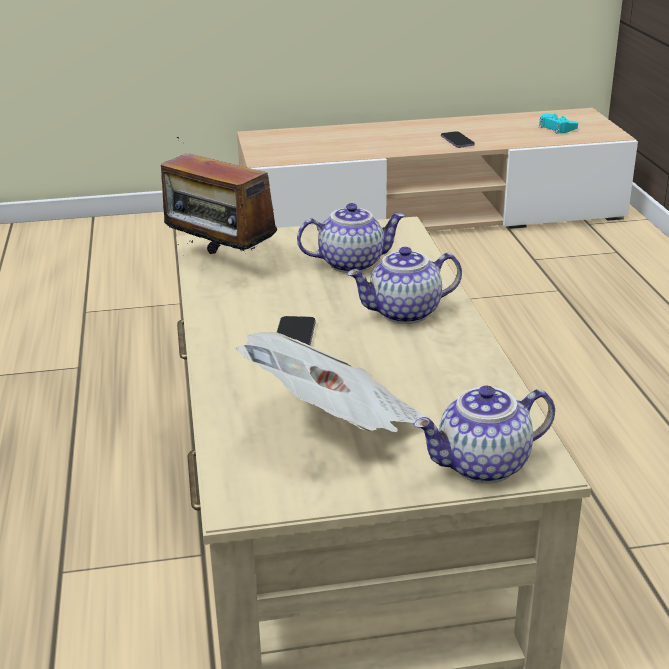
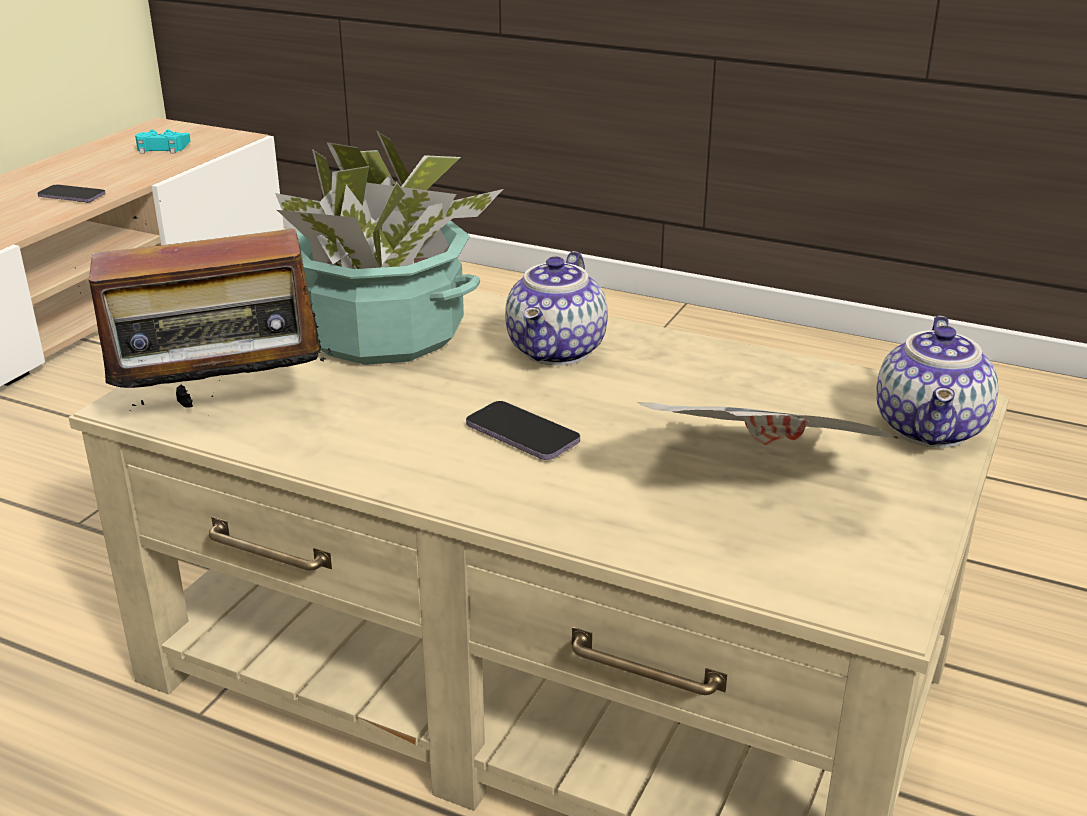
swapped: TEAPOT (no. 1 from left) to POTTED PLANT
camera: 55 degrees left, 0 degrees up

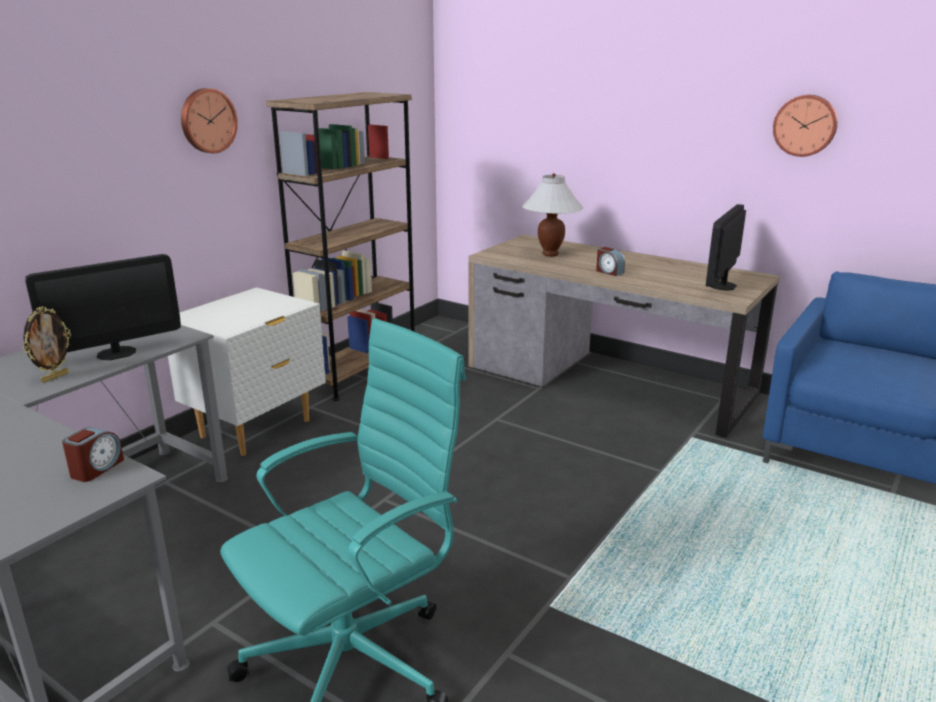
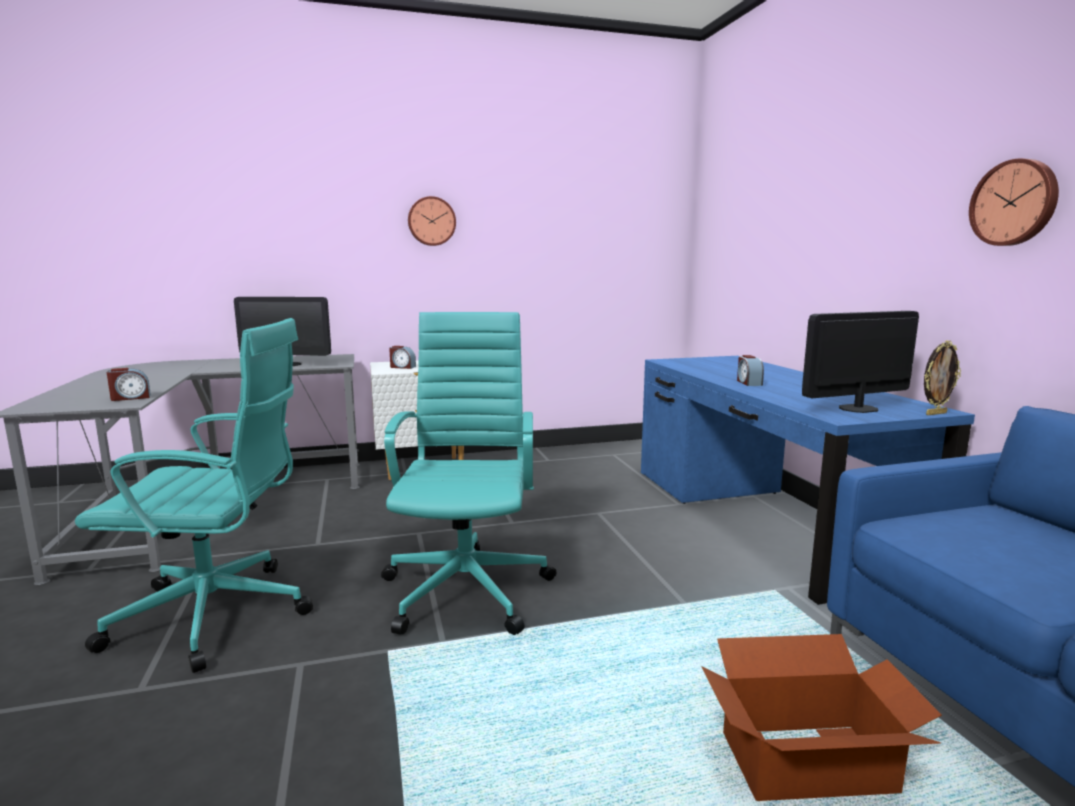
gone: BROWN BOOKCASE; WHITE TABLE LAMP
new: TURQUOISE OFFICE CHAIR (no. 2 from left); ALARM CLOCK (no. 2 from left); CARDBOARD BOX
shifted: PICTURE FRAME
repainted: BROWN DESK to BLUE DESK
camera: 40 degrees right, 10 degrees down

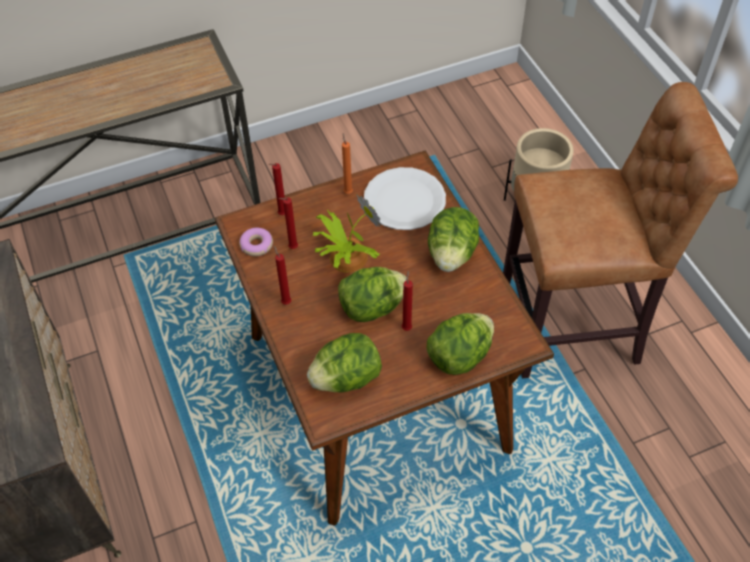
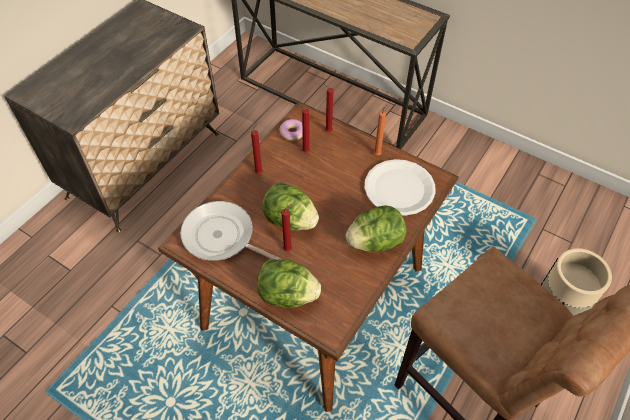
gone: POTTED PLANT
swapped: LETTUCE (no. 1 from left) to FRYING PAN
camera: 55 degrees right, 0 degrees up

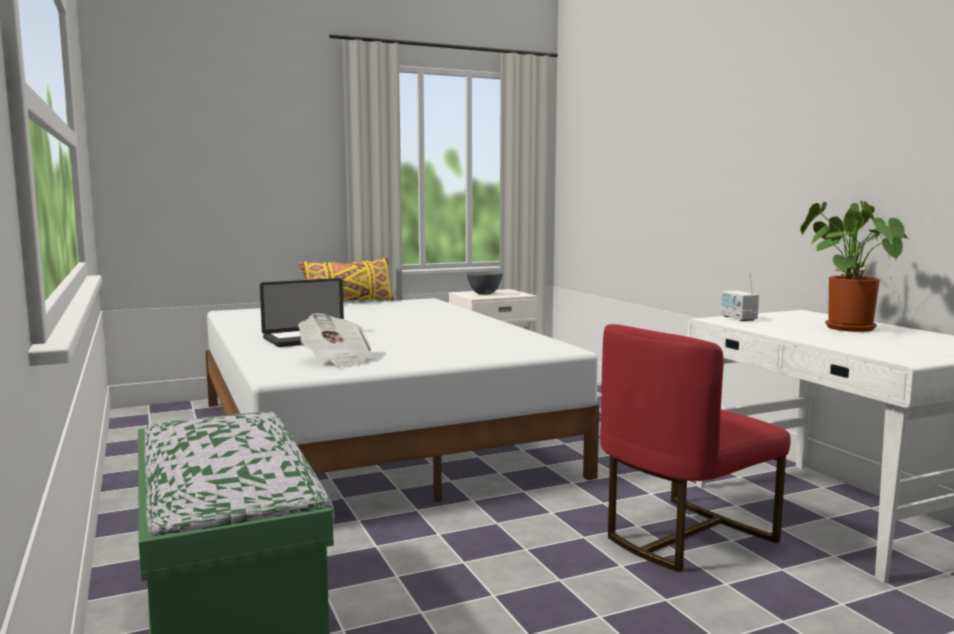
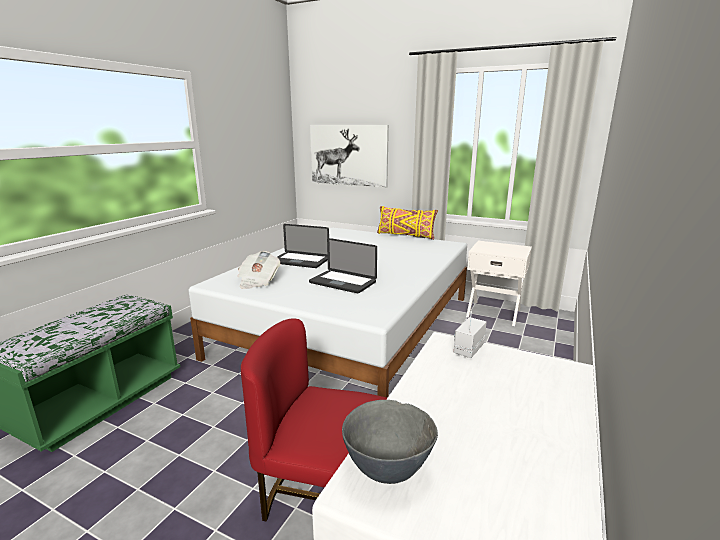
gone: POTTED PLANT
new: PICTURE; LAPTOP (no. 2 from left)
shifted: GREY BOWL
camera: 50 degrees right, 10 degrees up

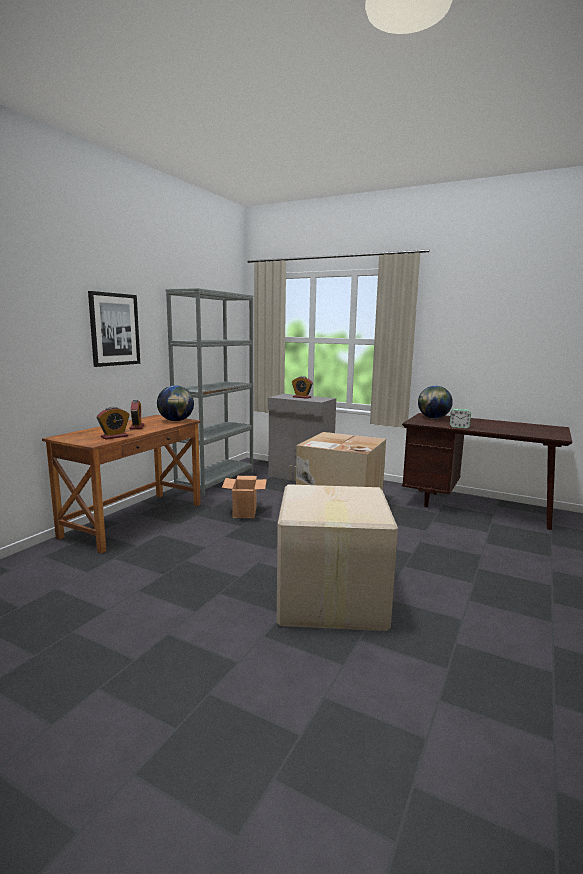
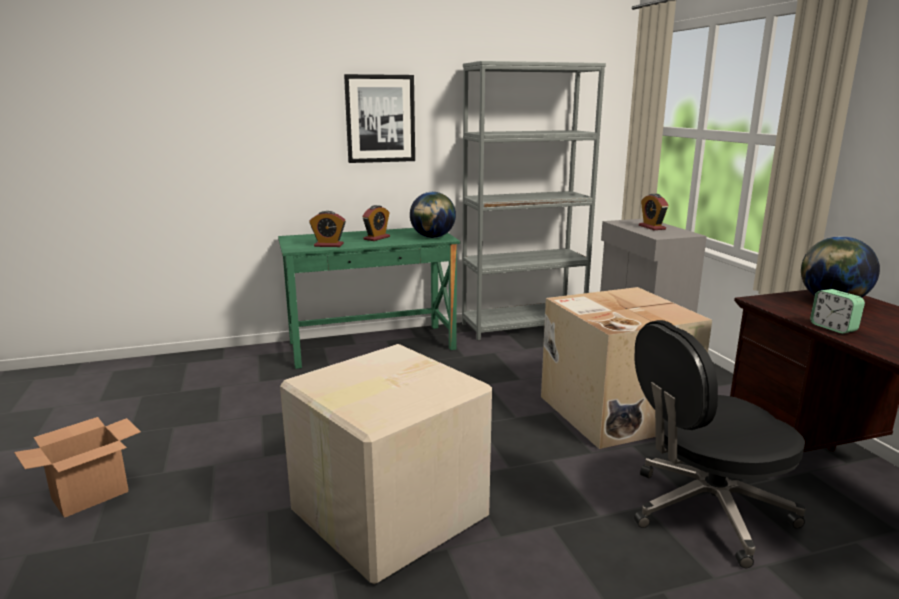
new: BLACK OFFICE CHAIR
shifted: CARDBOARD BOX (no. 1 from left)
repainted: BROWN DESK (no. 1 from left) to GREEN DESK
camera: 45 degrees right, 5 degrees up

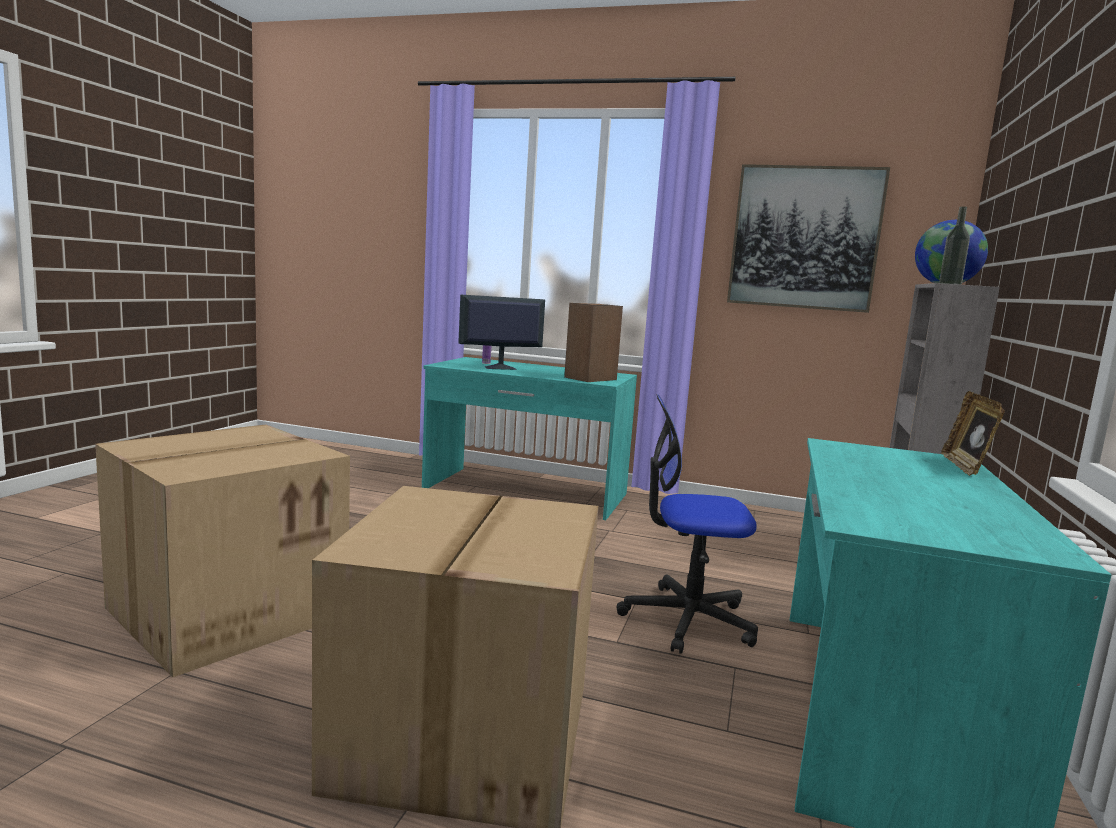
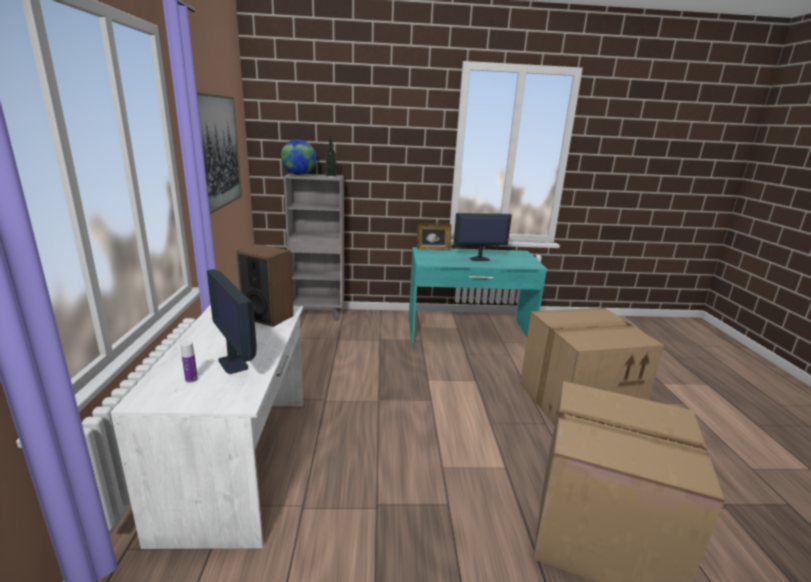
gone: OFFICE CHAIR
new: MONITOR (no. 2 from left)
repainted: TURQUOISE DESK (no. 1 from left) to WHITE DESK
camera: 110 degrees left, 10 degrees up

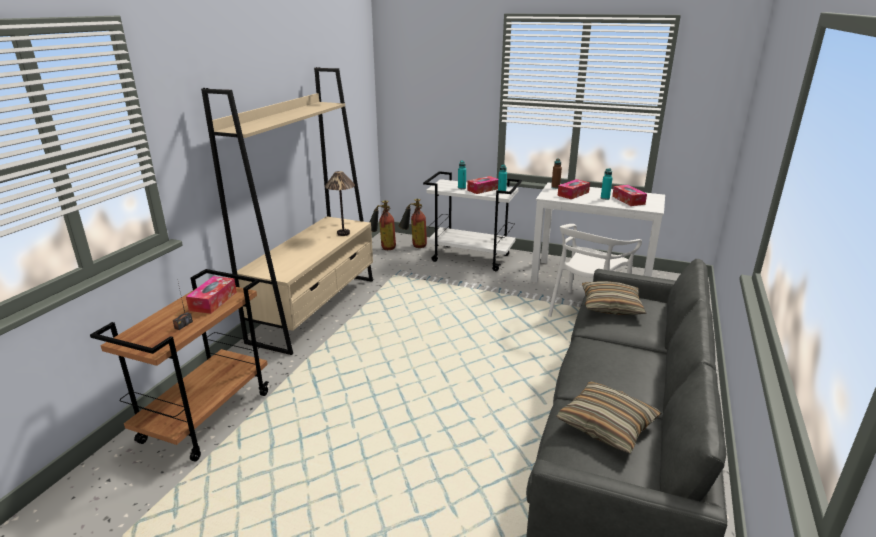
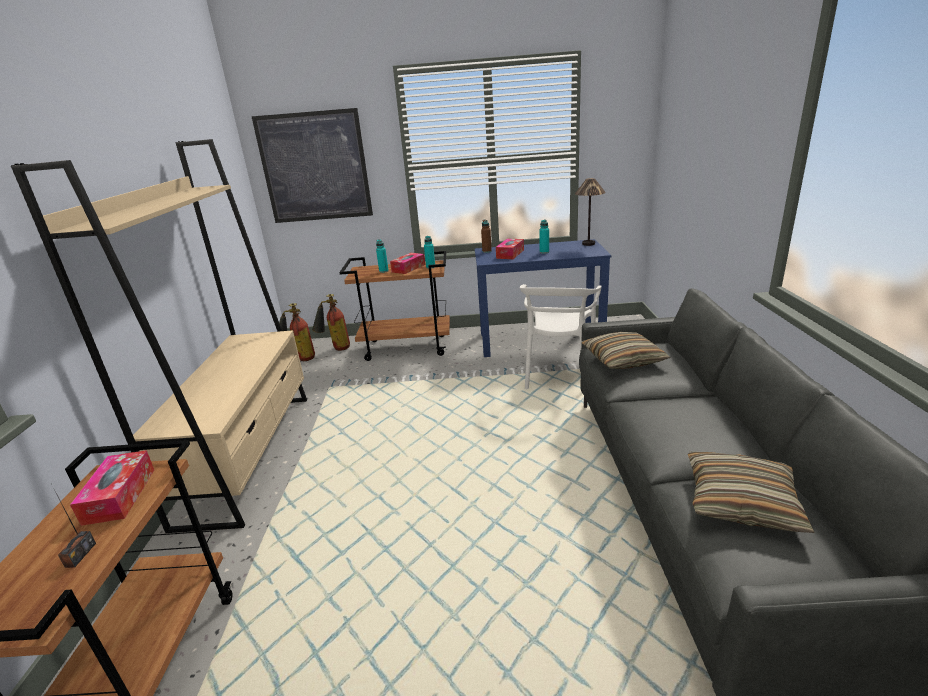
gone: TISSUE BOX (no. 4 from left)
new: PICTURE
shifted: TABLE LAMP
repainted: WHITE CART to BROWN CART (no. 2 from left); WHITE DESK to BLUE DESK
camera: 20 degrees left, 0 degrees up

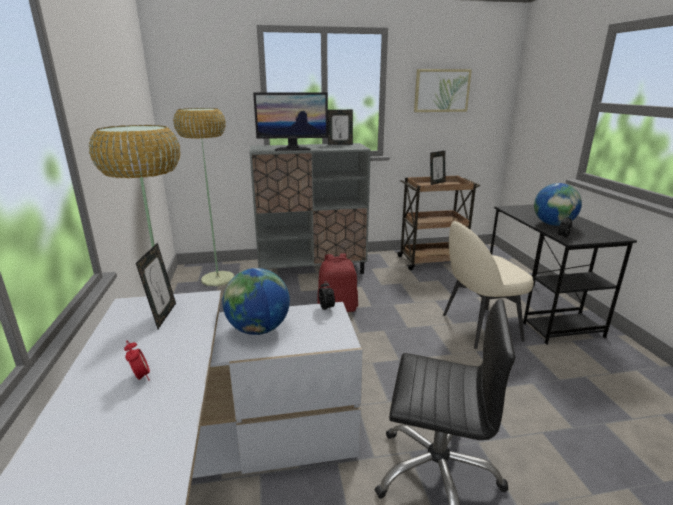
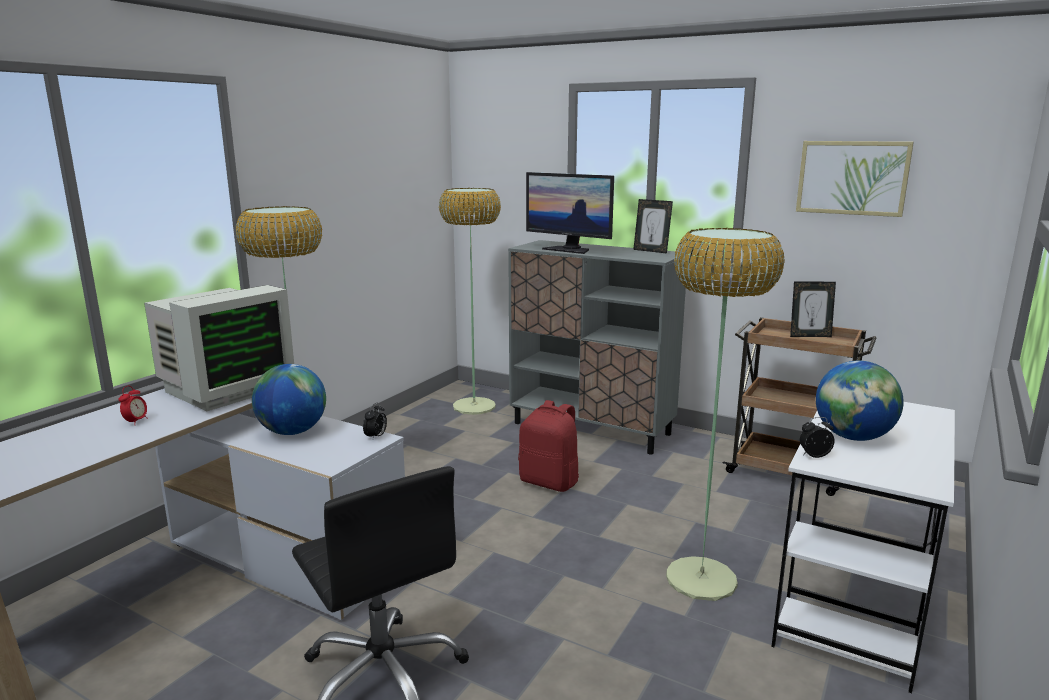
swapped: BEIGE CHAIR to FLOOR LAMP (no. 3 from left); PICTURE FRAME (no. 1 from left) to MONITOR (no. 1 from left)
repainted: BLACK DESK to WHITE DESK (no. 2 from left)
camera: 40 degrees right, 5 degrees down

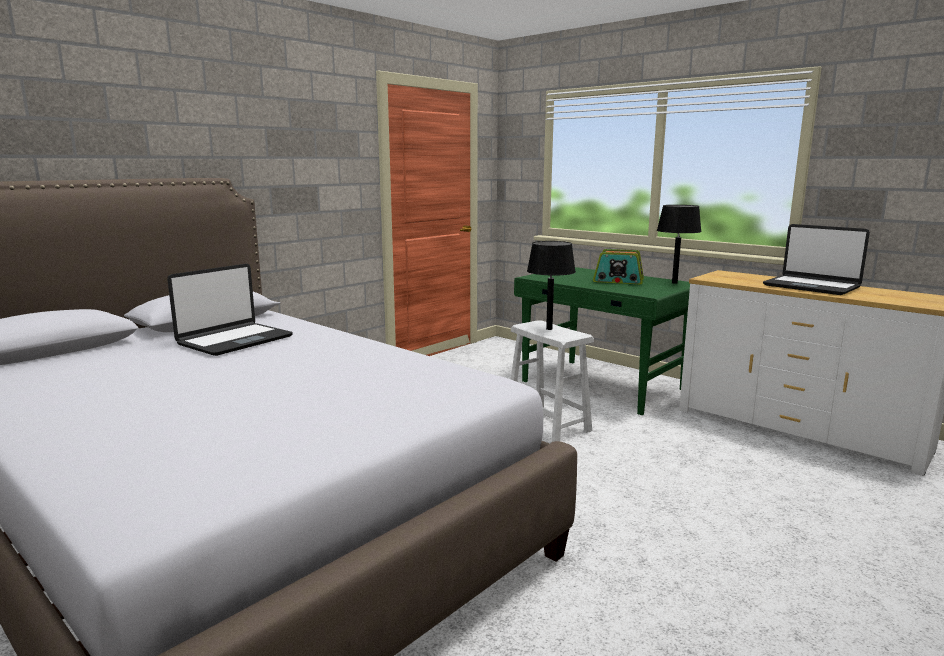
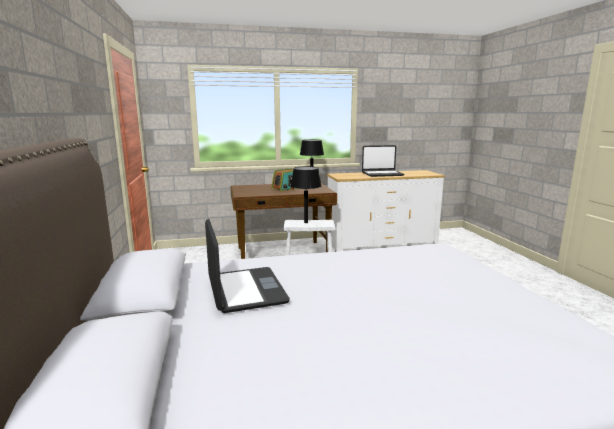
repainted: GREEN DESK to BROWN DESK
camera: 55 degrees left, 0 degrees up

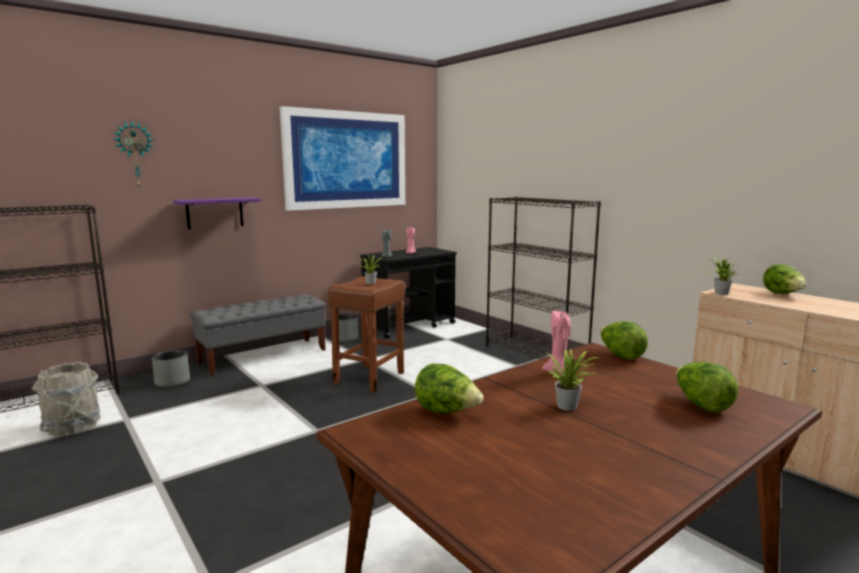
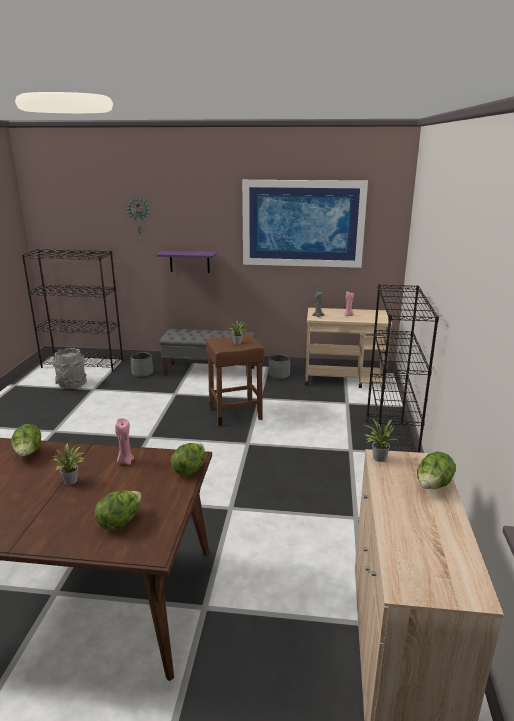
repainted: BLACK CART to BEIGE CART
camera: 45 degrees right, 10 degrees up

